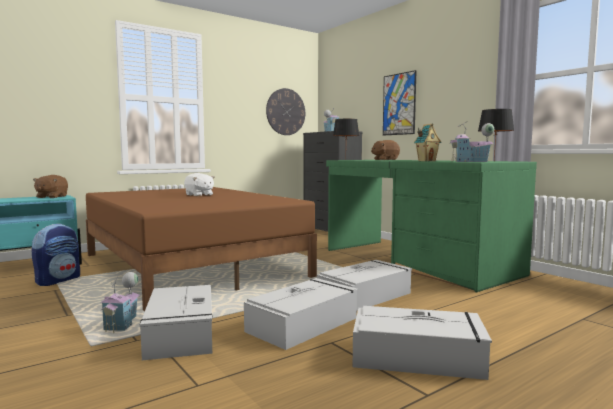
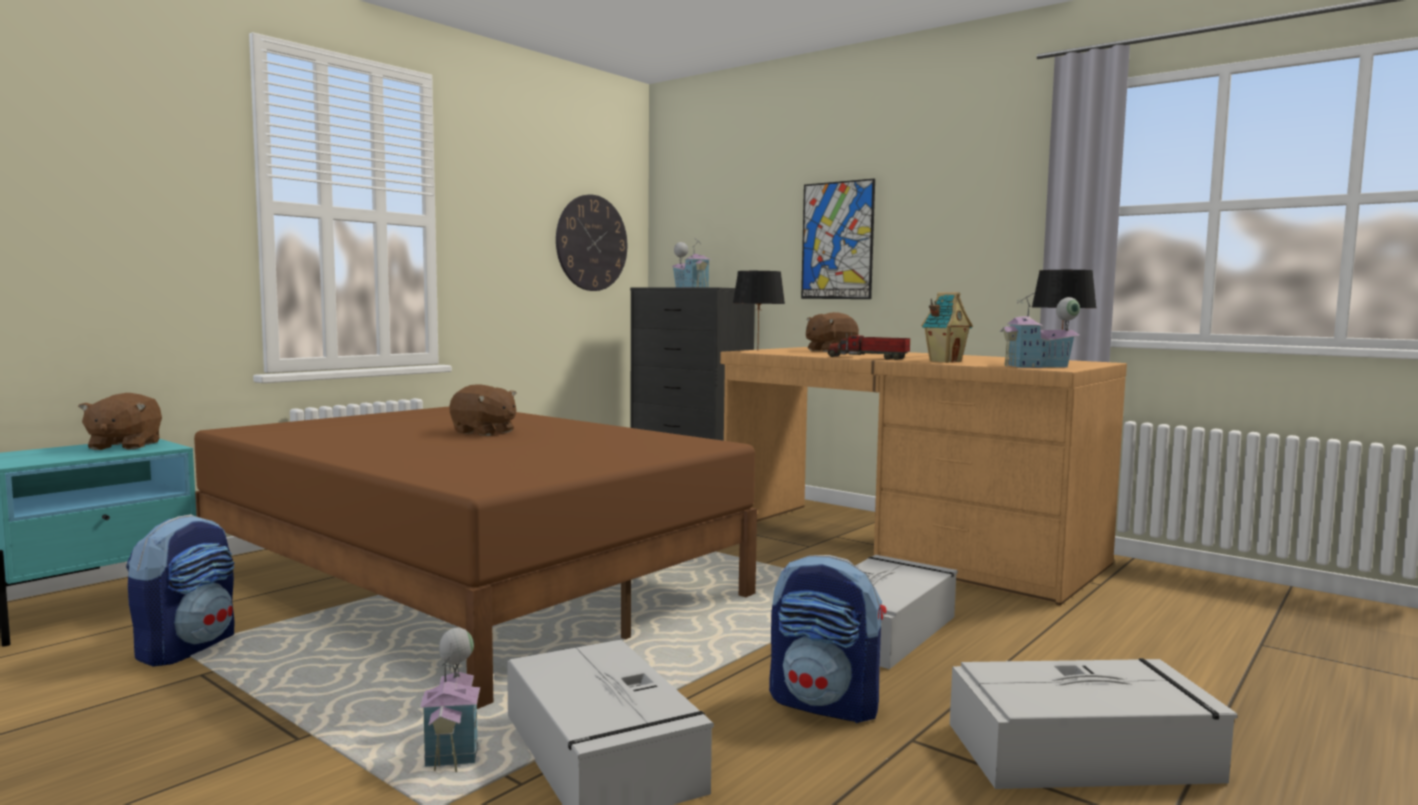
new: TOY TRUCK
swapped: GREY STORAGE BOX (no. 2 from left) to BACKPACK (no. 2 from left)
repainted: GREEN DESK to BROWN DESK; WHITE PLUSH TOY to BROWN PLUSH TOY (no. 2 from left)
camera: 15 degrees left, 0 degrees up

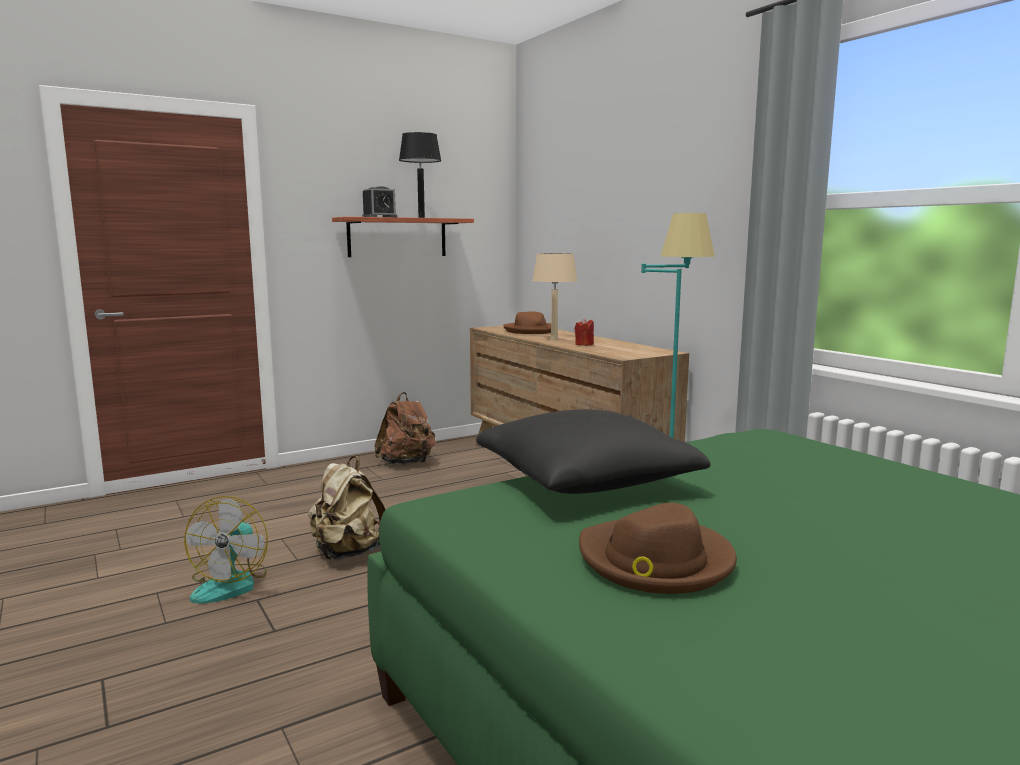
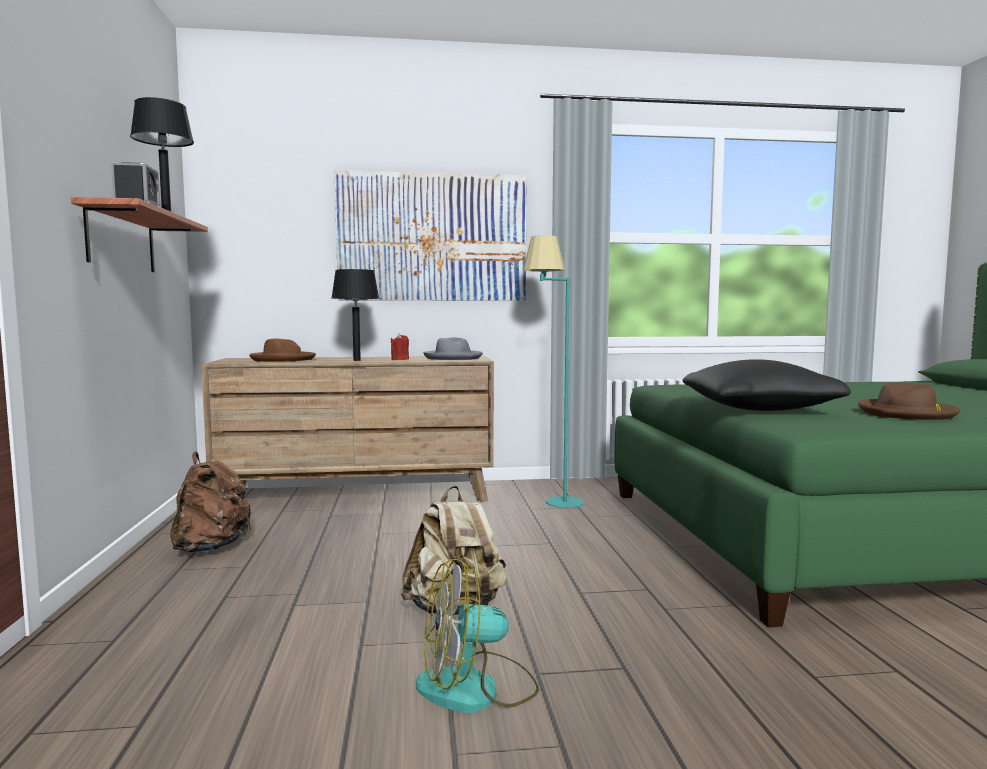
new: PICTURE; GREY HAT
repainted: BEIGE TABLE LAMP to BLACK TABLE LAMP (no. 2 from left)
rotated: FAN 135 degrees clockwise
camera: 65 degrees left, 5 degrees down

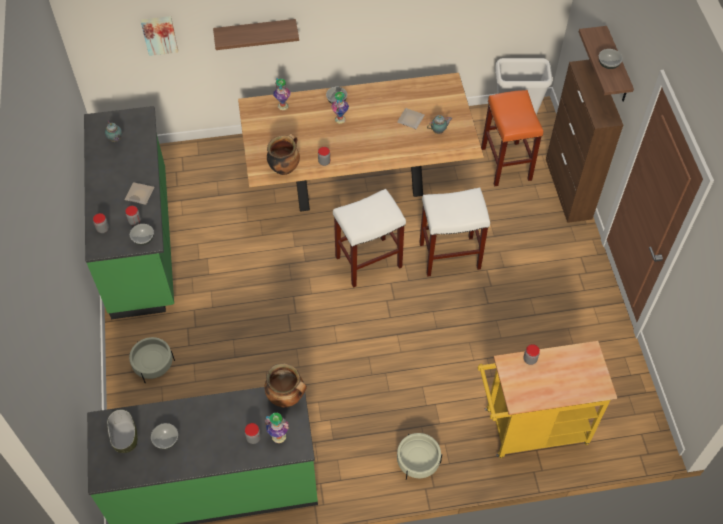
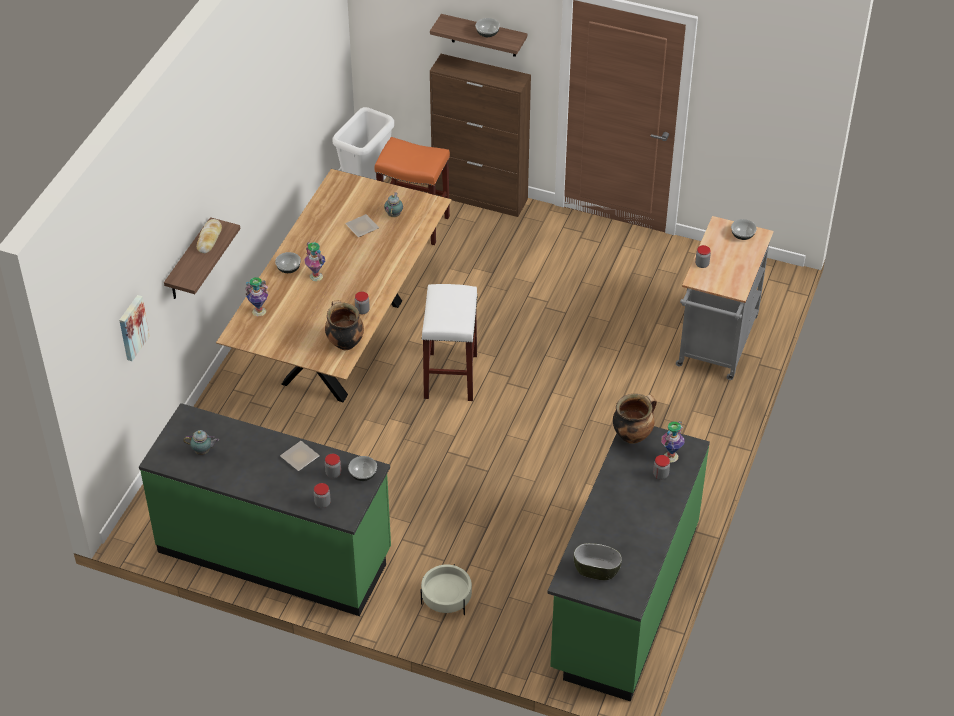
gone: WHITE STOOL (no. 2 from left); BEIGE PLANTER (no. 2 from left)
new: BREAD
shifted: BOWL (no. 3 from left in the first image) to BOWL (no. 5 from left)
repainted: YELLOW CART to GREY CART
camera: 60 degrees left, 10 degrees down

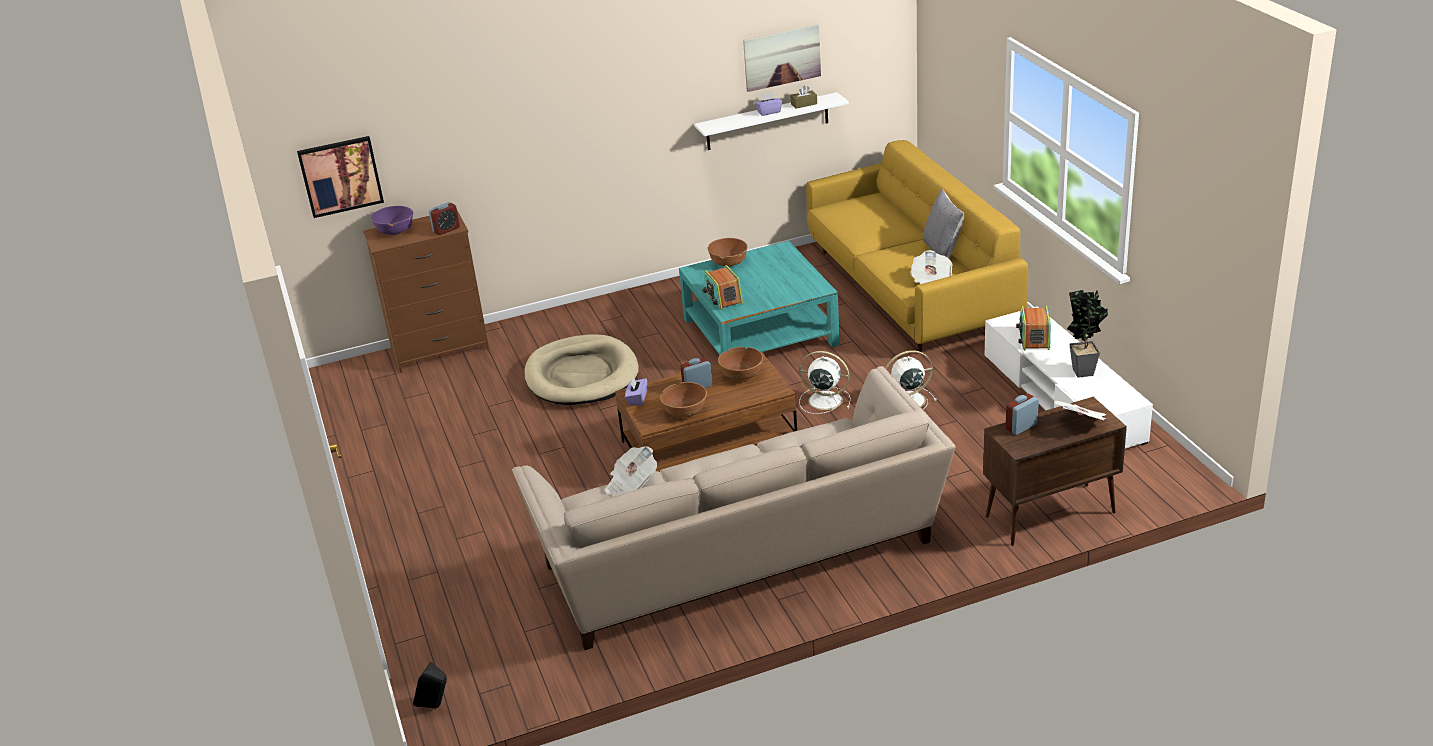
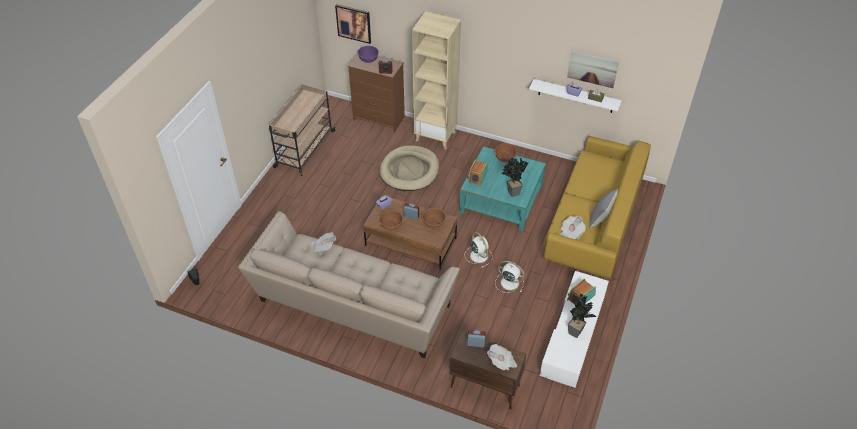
new: BEIGE BOOKCASE; BEIGE CART; POTTED PLANT (no. 1 from left)
camera: 40 degrees right, 15 degrees up

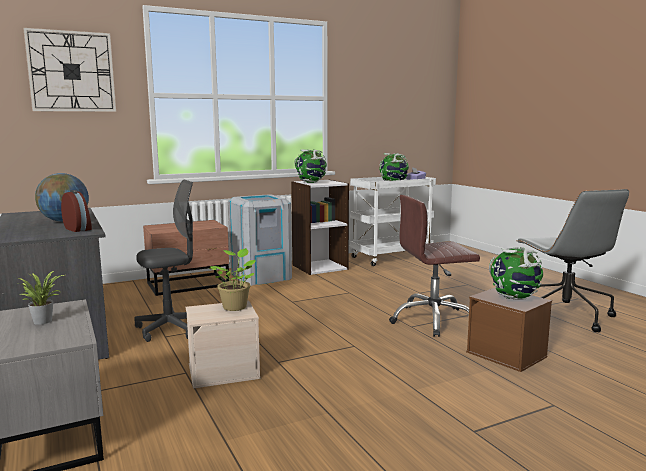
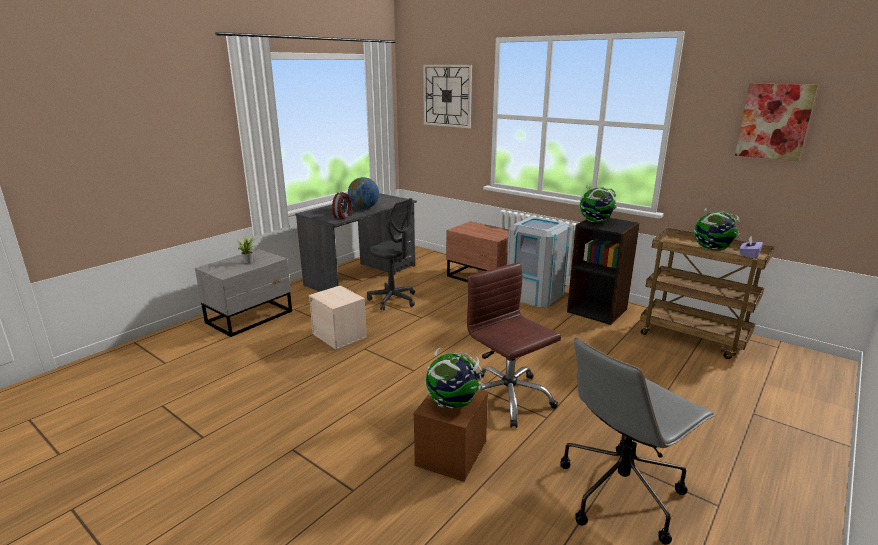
gone: POTTED PLANT (no. 2 from left)
new: PICTURE
repainted: WHITE CART to BROWN CART; WHITE BOOKCASE to BLACK BOOKCASE
camera: 65 degrees right, 10 degrees up

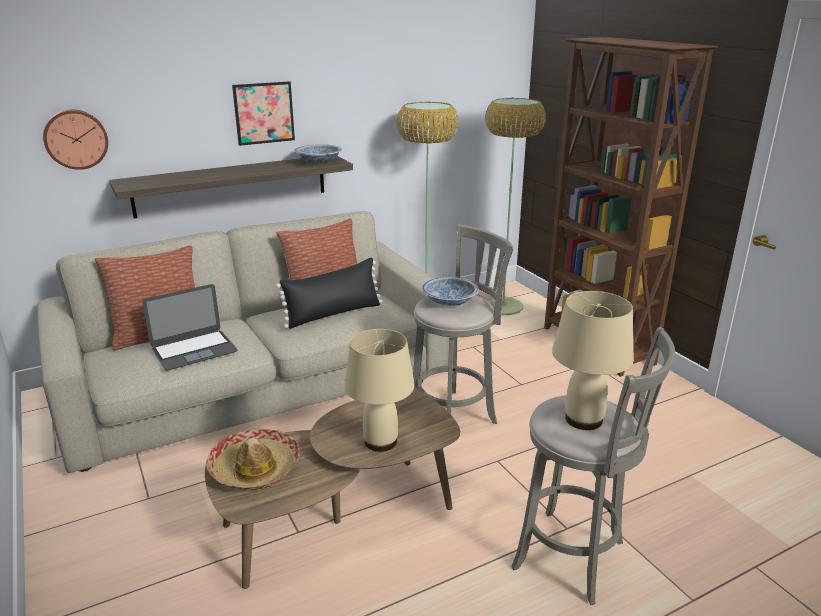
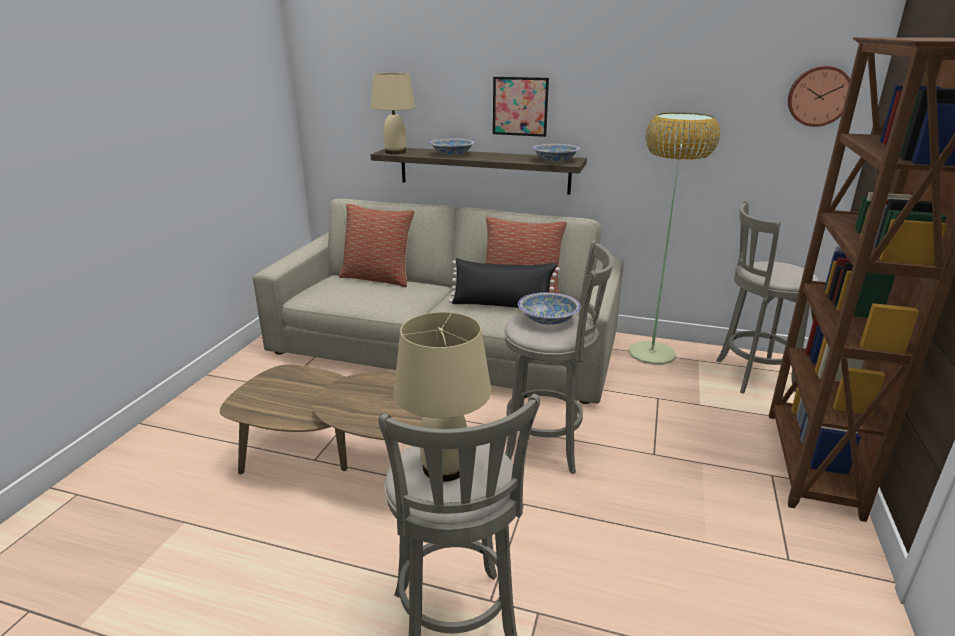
gone: LAPTOP; HAT
new: BOWL (no. 1 from left)
shifted: WALL CLOCK; BEIGE TABLE LAMP (no. 1 from left)
swapped: FLOOR LAMP (no. 2 from left) to GREY STOOL (no. 3 from left)
camera: 45 degrees right, 0 degrees up

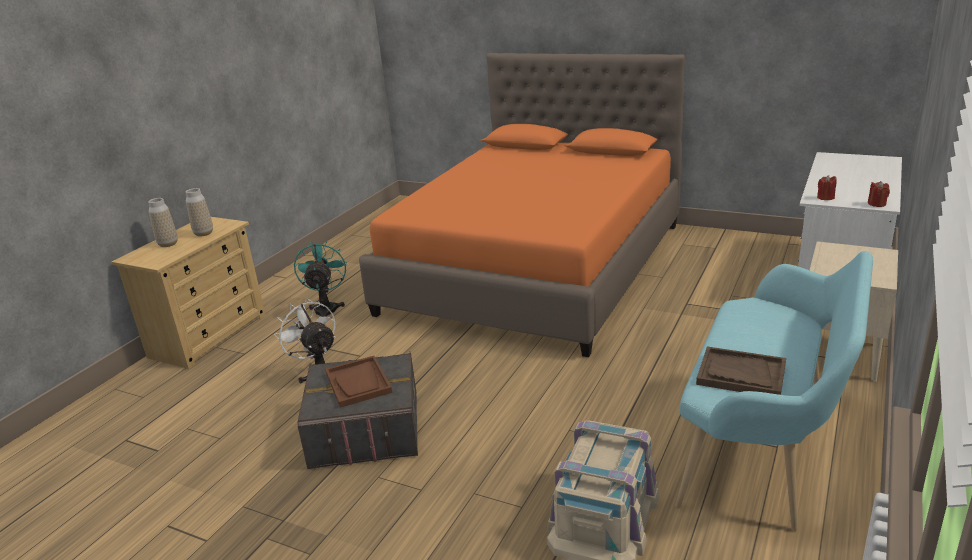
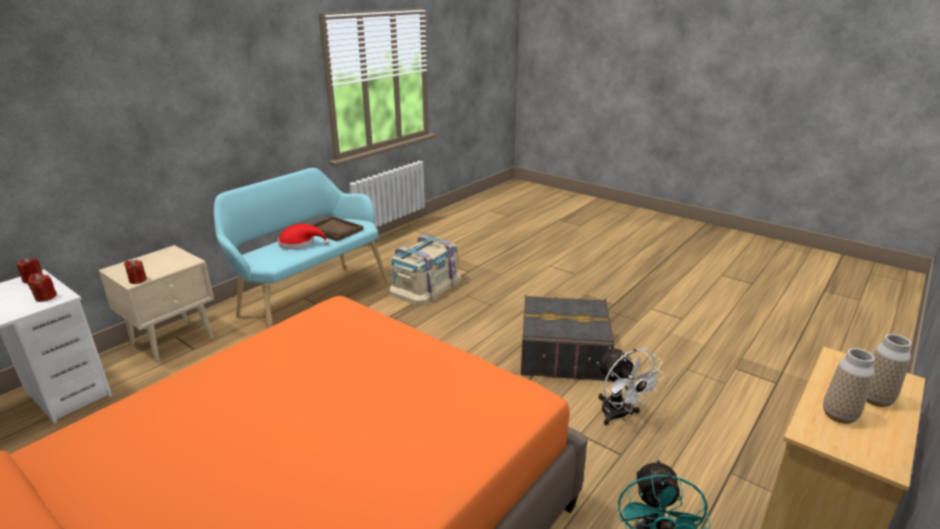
gone: BROWN TRAY (no. 1 from left)
new: RED HAT; RED CANDLE (no. 3 from left)
camera: 170 degrees left, 0 degrees up

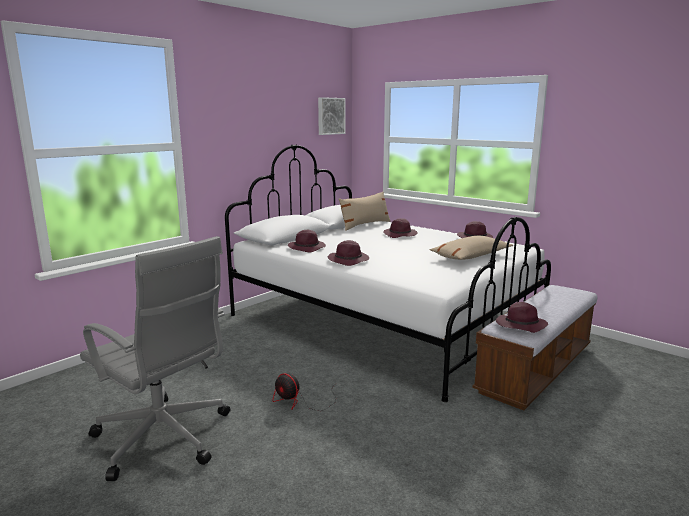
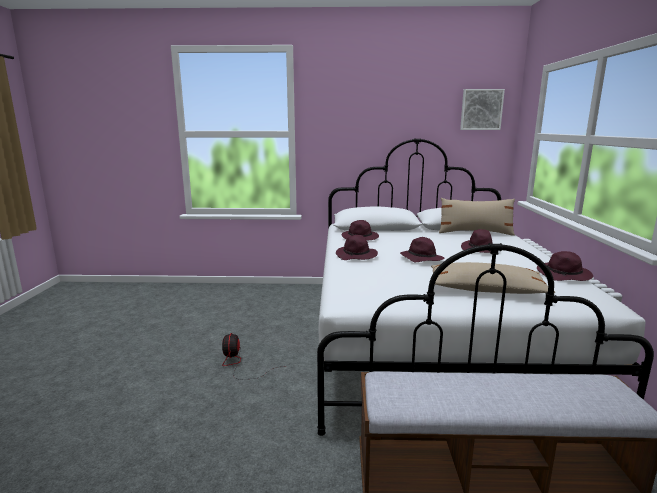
gone: GREY OFFICE CHAIR
shifted: PURPLE HAT (no. 5 from left in the first image) to PURPLE HAT (no. 3 from left)
camera: 50 degrees right, 0 degrees up

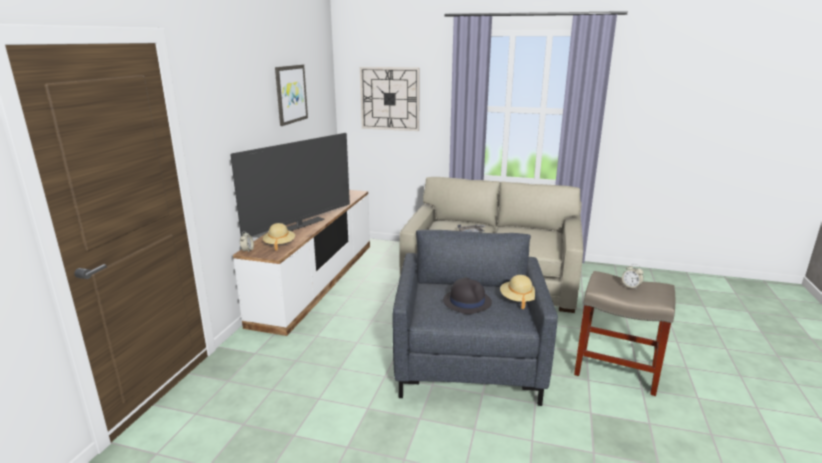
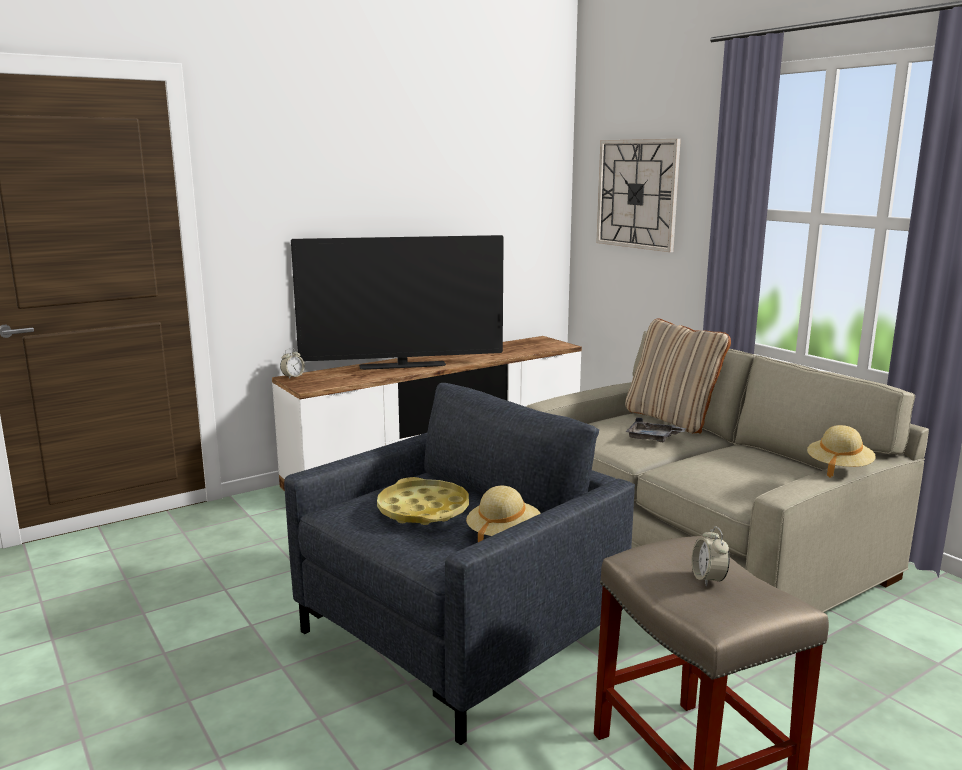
gone: PICTURE
new: BEIGE PILLOW
shifted: BEIGE HAT (no. 1 from left in the first image) to BEIGE HAT (no. 2 from left)
swapped: BLACK HAT to YELLOW TRAY
camera: 40 degrees right, 5 degrees down

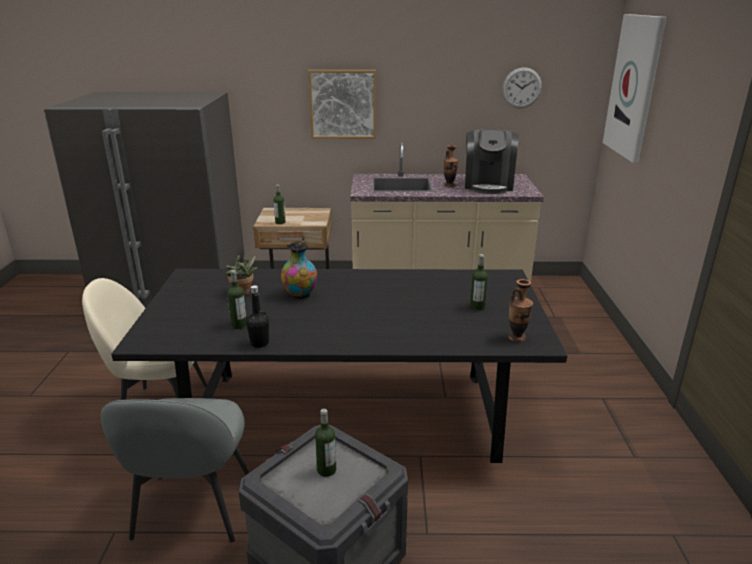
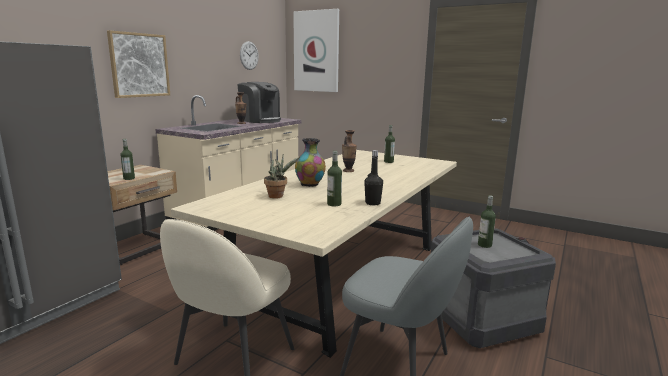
shifted: VASE (no. 3 from left)
repainted: BLACK DINING TABLE to BEIGE DINING TABLE
camera: 60 degrees left, 10 degrees down

